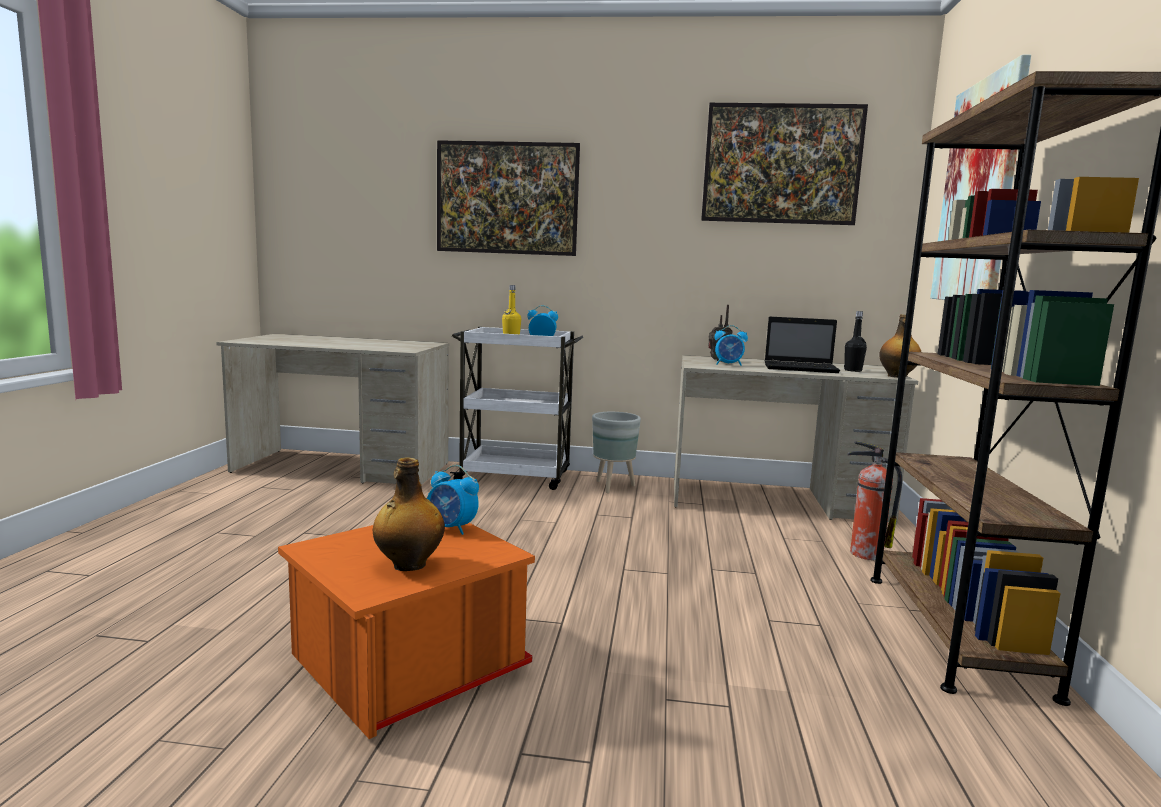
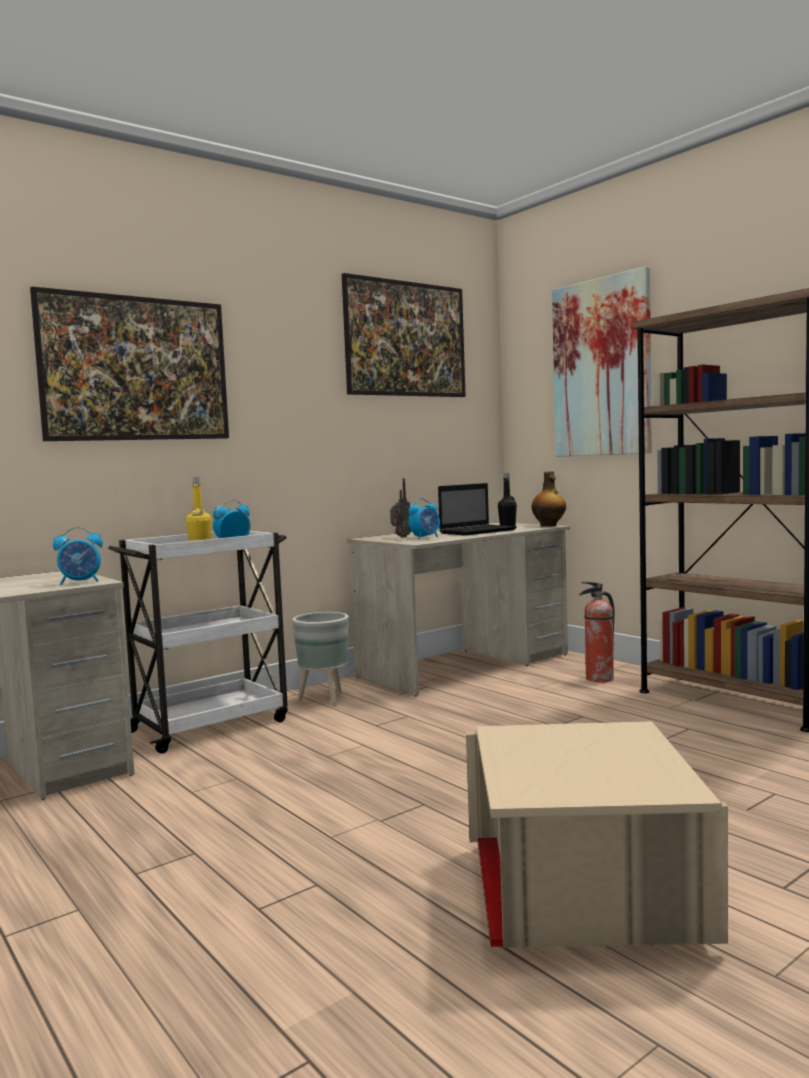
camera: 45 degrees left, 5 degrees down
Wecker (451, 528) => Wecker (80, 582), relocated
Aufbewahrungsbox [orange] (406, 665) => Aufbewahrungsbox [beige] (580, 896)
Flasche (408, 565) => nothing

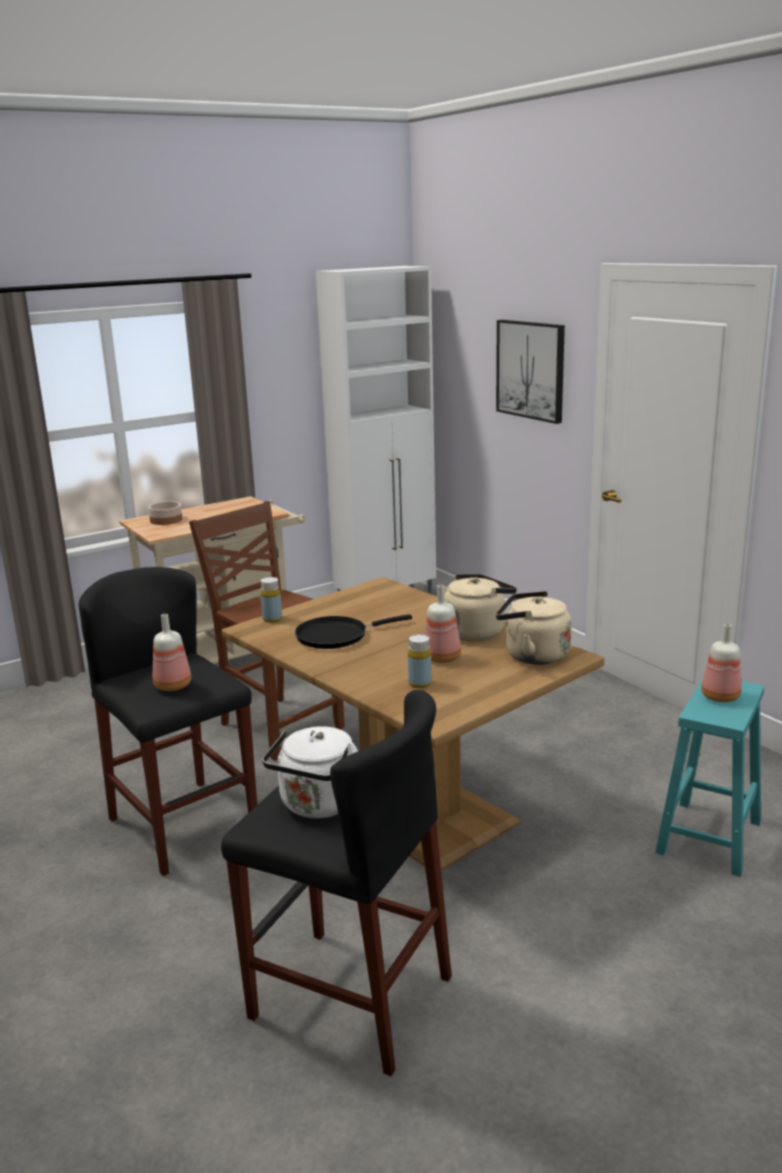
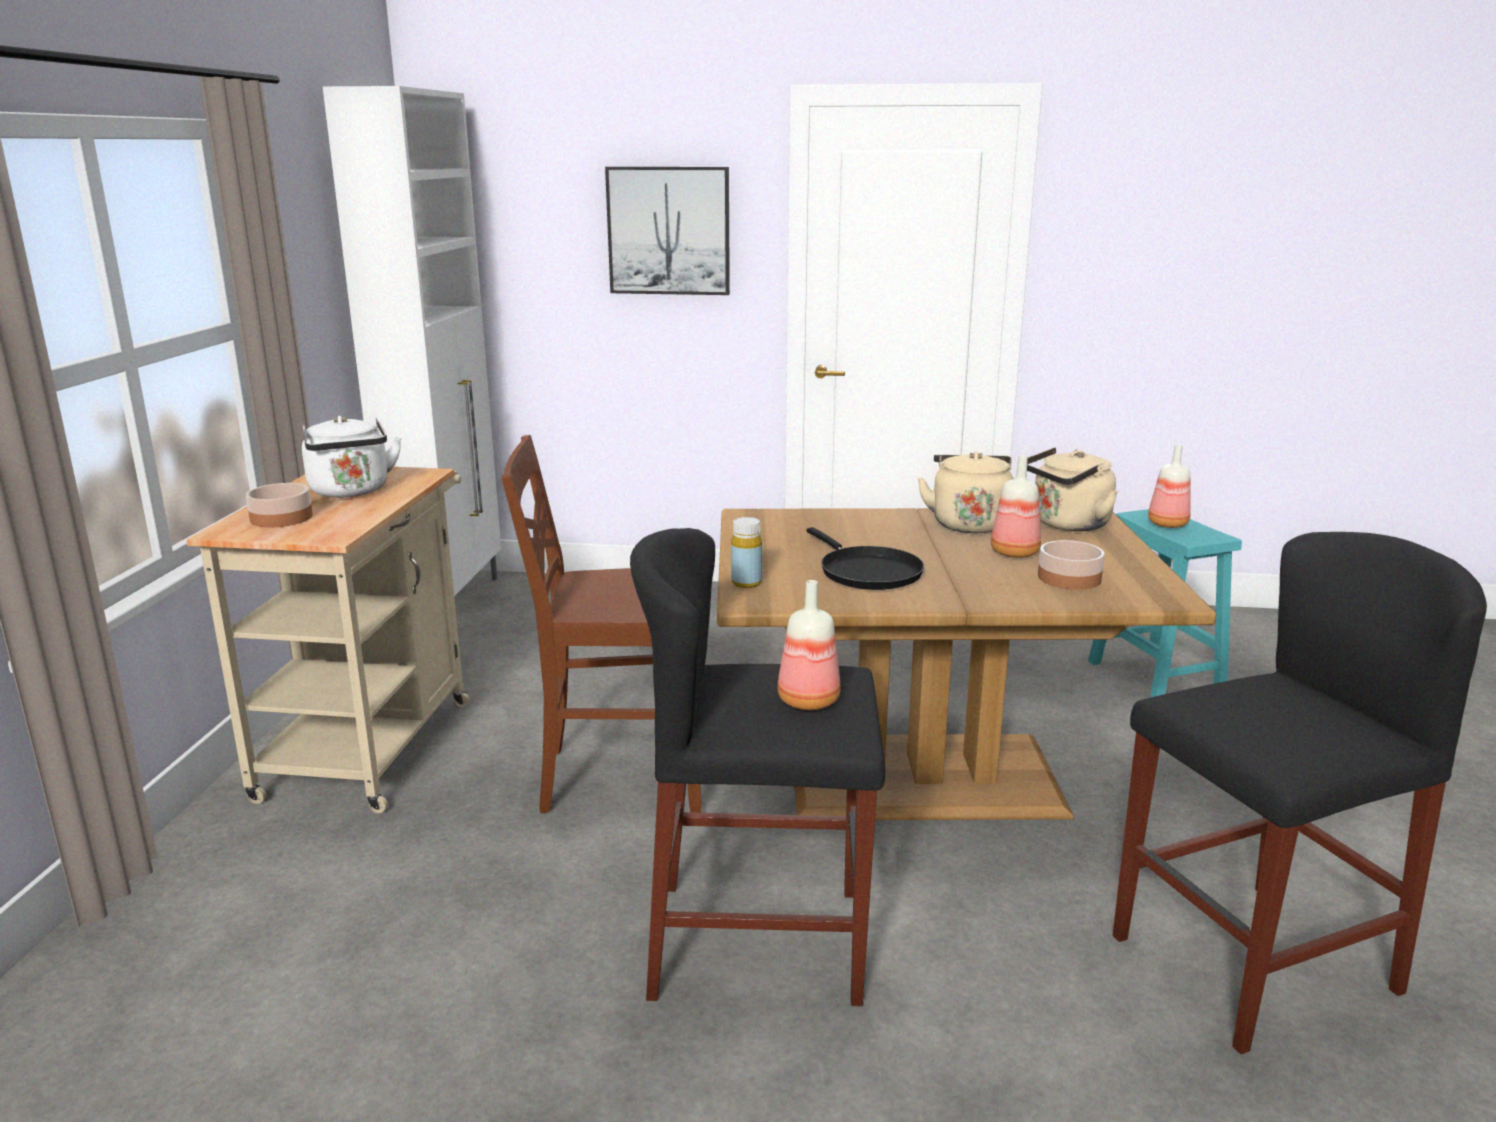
camera: 50 degrees left, 0 degrees up
Wasserkessel [weiß] (319, 806) => Wasserkessel [weiß] (351, 492), relocated
Pfanne [schwarz] (336, 636) => Pfanne [schwarz] (866, 572), 45 degrees counterclockwise
Flasche [gelb] (420, 683) => Schüssel (1068, 578)

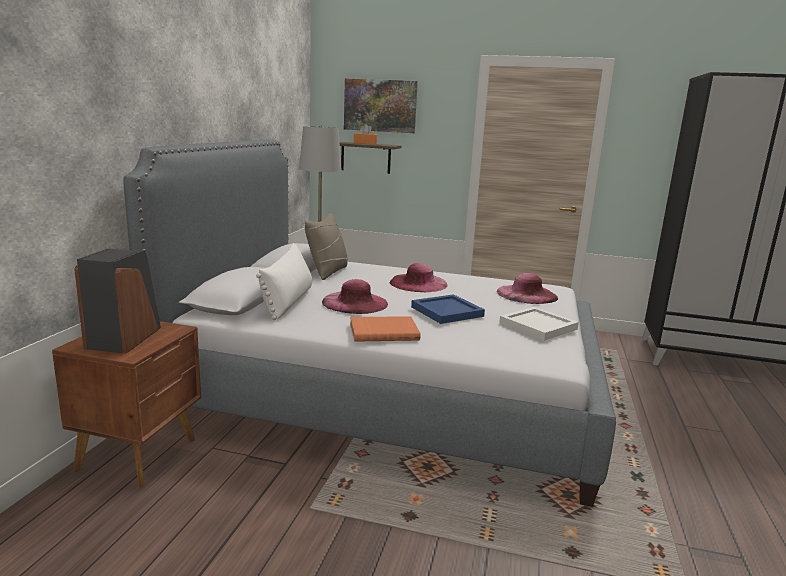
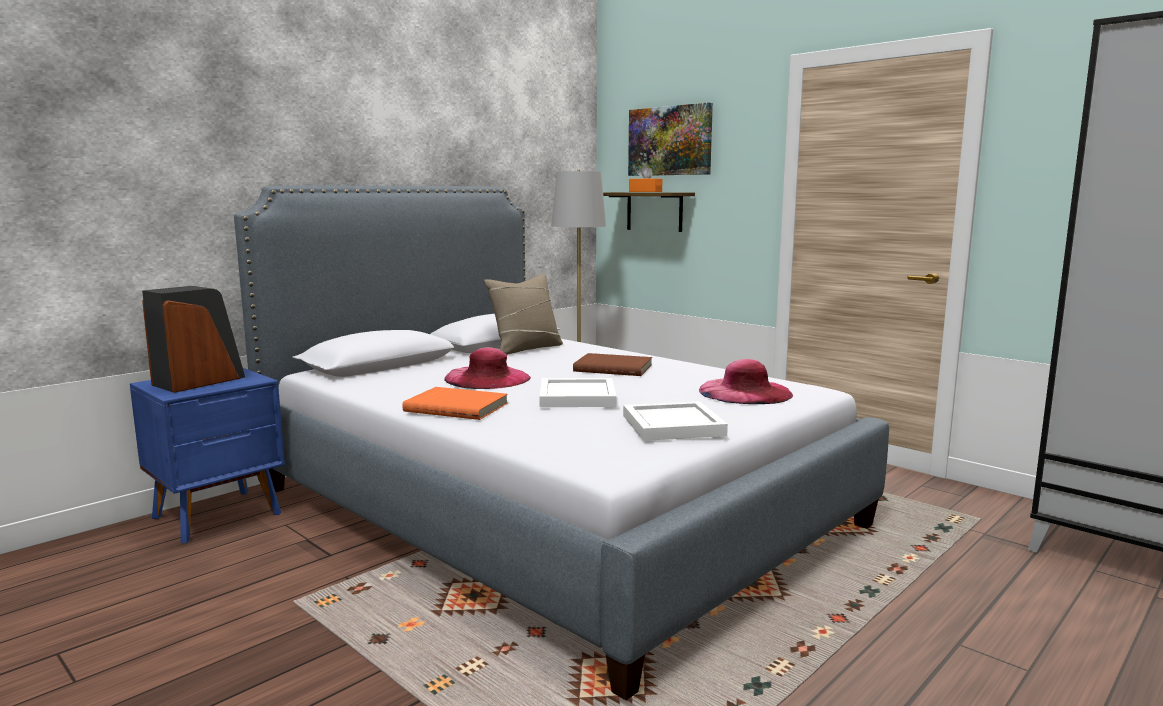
camera: 30 degrees right, 5 degrees down
Nachttisch [braun] (140, 454) => Nachttisch [blau] (219, 516)
Tablett [blau] (447, 311) => Tablett [weiß] (578, 396)
Hut [rosa] (418, 283) => Buch [braun] (613, 368)
Kissen [weiß] (288, 302) => nothing

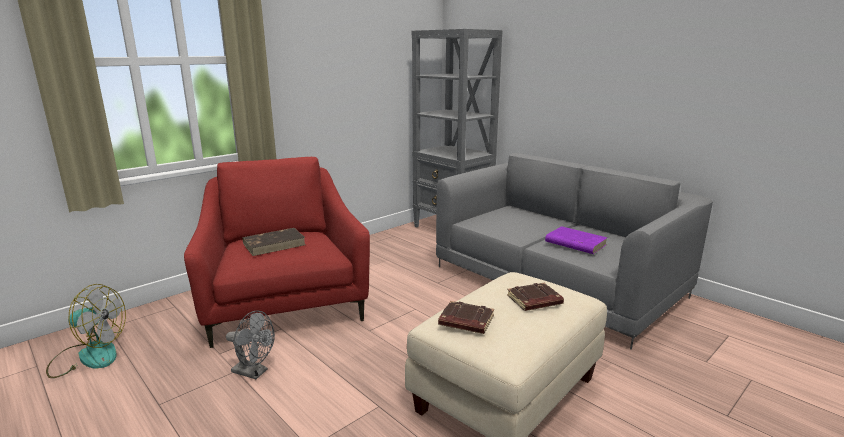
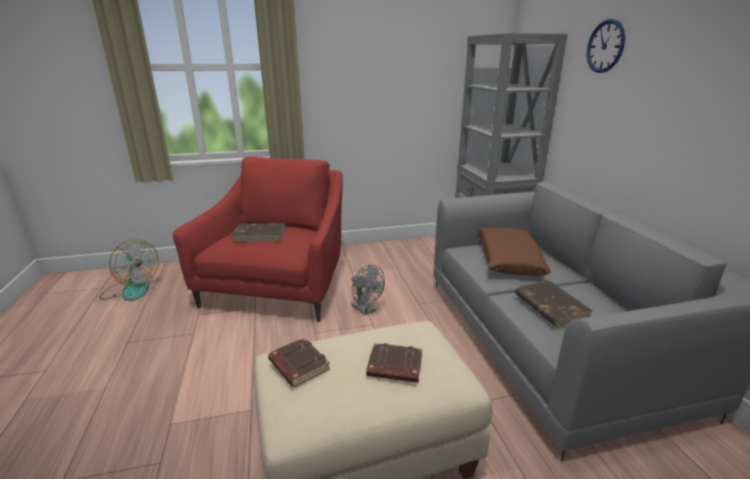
camera: 30 degrees right, 5 degrees up
Ventilator [grau] (254, 372) => Ventilator [grau] (366, 310), relocated
nothing => Kissen [braun] (509, 259)
Buch [lila] (575, 243) => Buch [braun] (550, 306)
nothing => Wanduhr (605, 46)

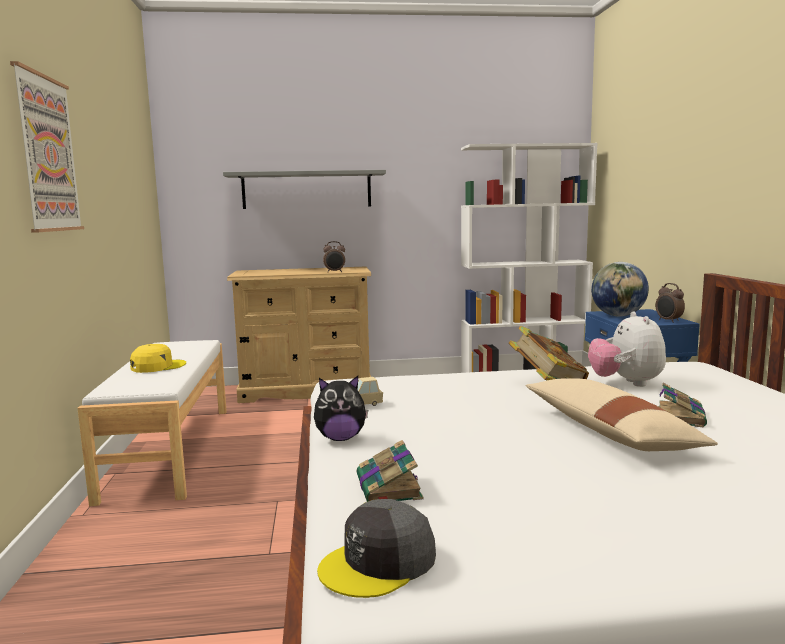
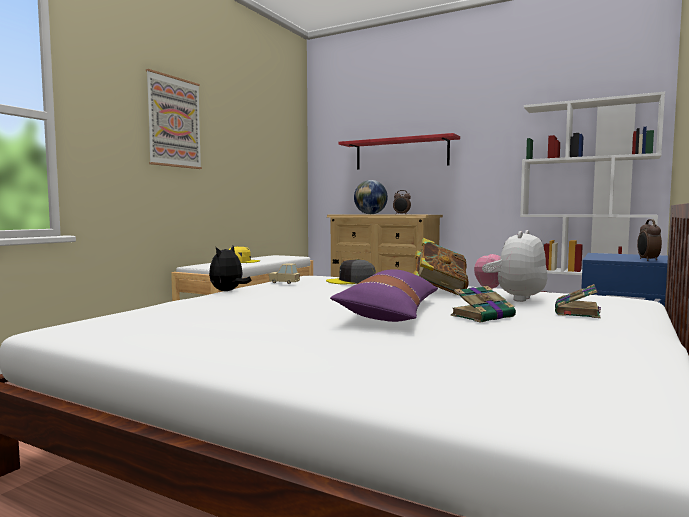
camera: 35 degrees right, 5 degrees down
Plüschtier (340, 438) => Plüschtier (228, 291), 90 degrees clockwise
Kappe [grau] (379, 563) => Kappe [grau] (352, 281), relocated
Kissen [beige] (609, 432) => Kissen [lila] (390, 312)
Wandregal [grau] (307, 190) => Wandregal [rot] (401, 154)
Globus (618, 316) => Globus (370, 214), relocated
Buch (389, 488) => Buch (577, 312), relocated

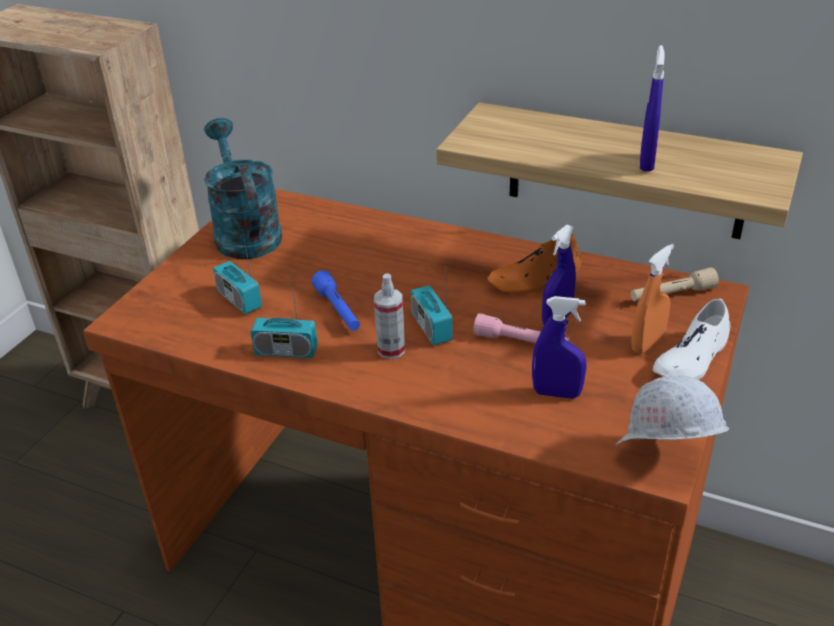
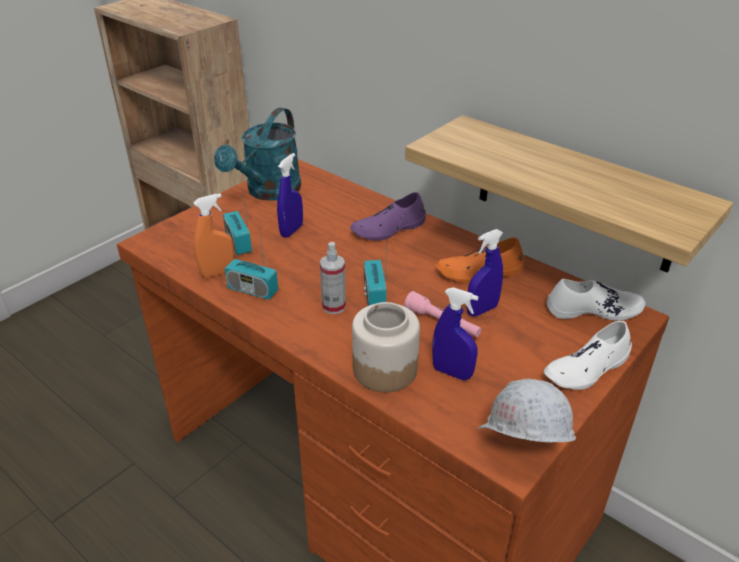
camera: 15 degrees right, 0 degrees up
Sprühflasche [orange] (647, 344) => Sprühflasche [orange] (218, 272), relocated
Gießkanne [türkis] (244, 232) => Gießkanne [türkis] (268, 192), 150 degrees counterclockwise
Sprühflasche [blau] (646, 162) => Sprühflasche [blau] (291, 231), relocated
nothing => Schuh [lila] (388, 229)
nothing => Vorratsglas (384, 369)
Taschenlampe [beige] (672, 295) => Schuh [weiß] (593, 310)
Taschenlampe [blau] (338, 310) => nothing

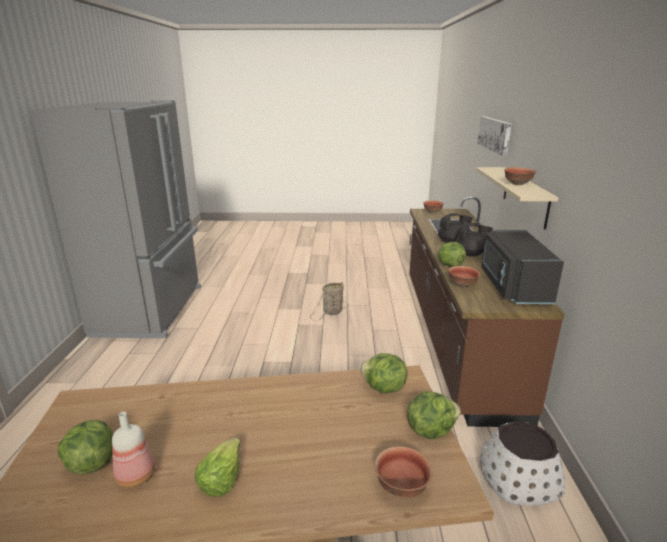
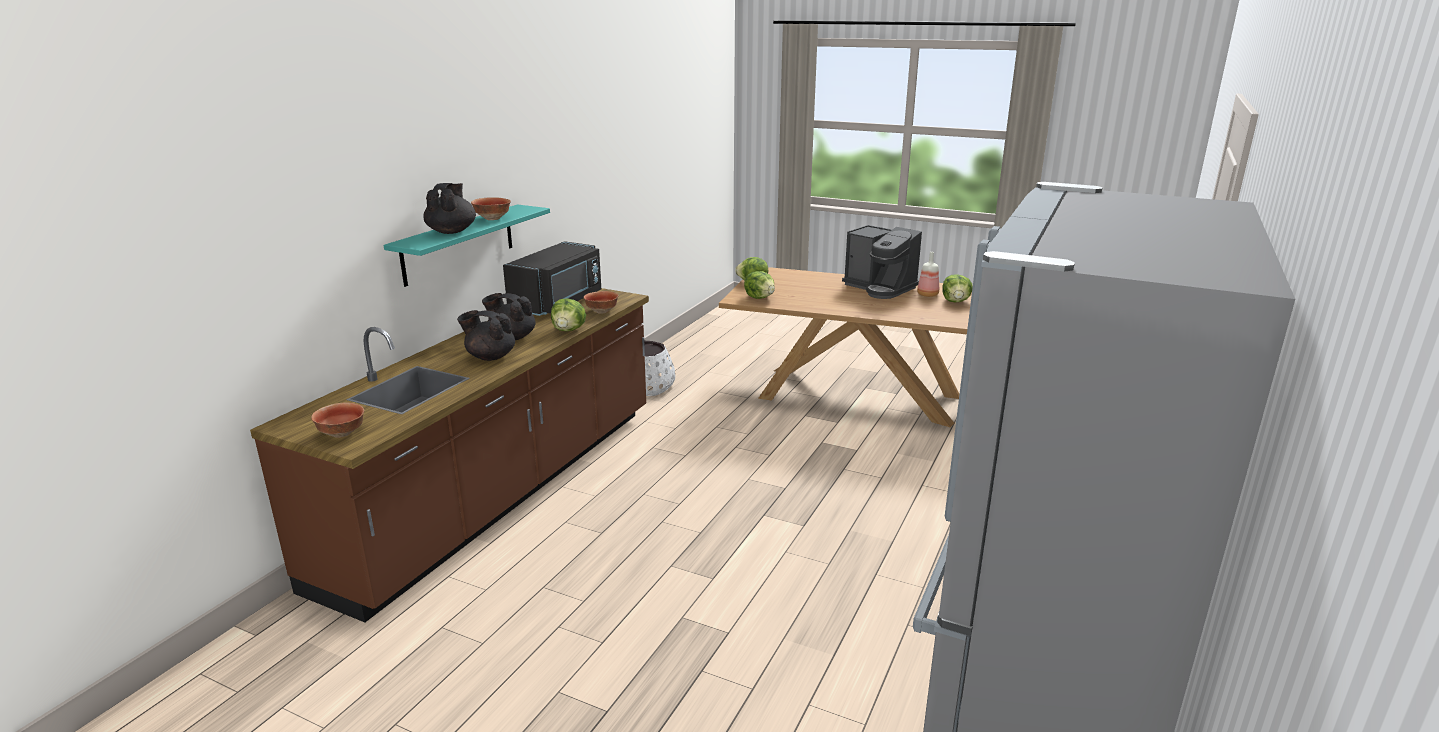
camera: 155 degrees left, 0 degrees up
Wandregal [beige] (525, 196) => Wandregal [türkis] (459, 244)
nothing => Teekanne [schwarz] (452, 231)
Salatkopf (221, 478) => Kaffeemaschine (880, 288)
Korb (331, 313) => nothing
Schüssel (402, 486) => nothing
Bild (494, 134) => nothing

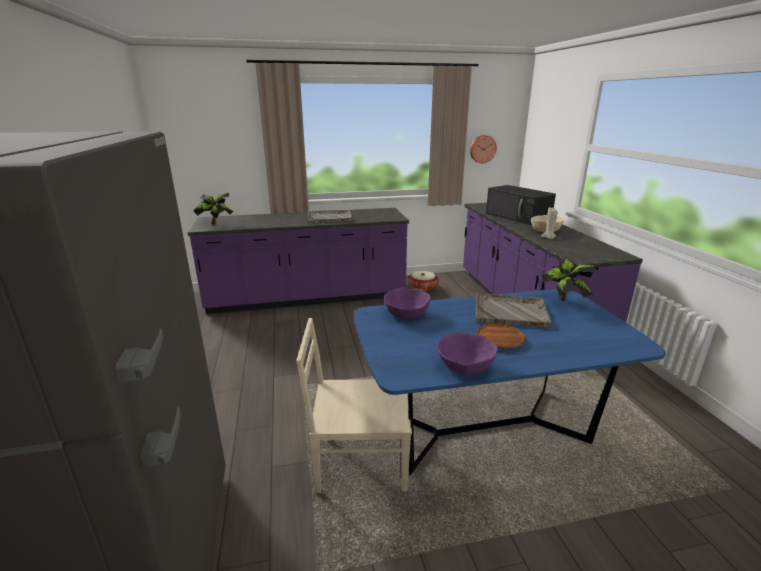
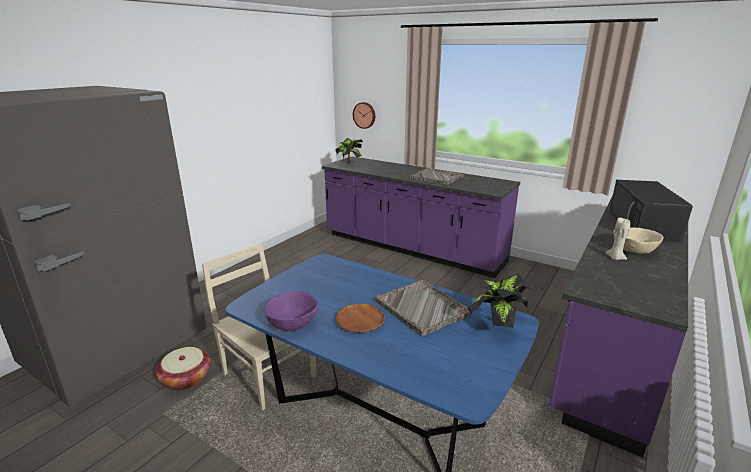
camera: 45 degrees right, 0 degrees up
Korb (422, 288) => Korb (186, 379), relocated
Wanduhr (482, 149) => Wanduhr (364, 115), relocated
Schüssel [lila] (406, 314) => nothing

